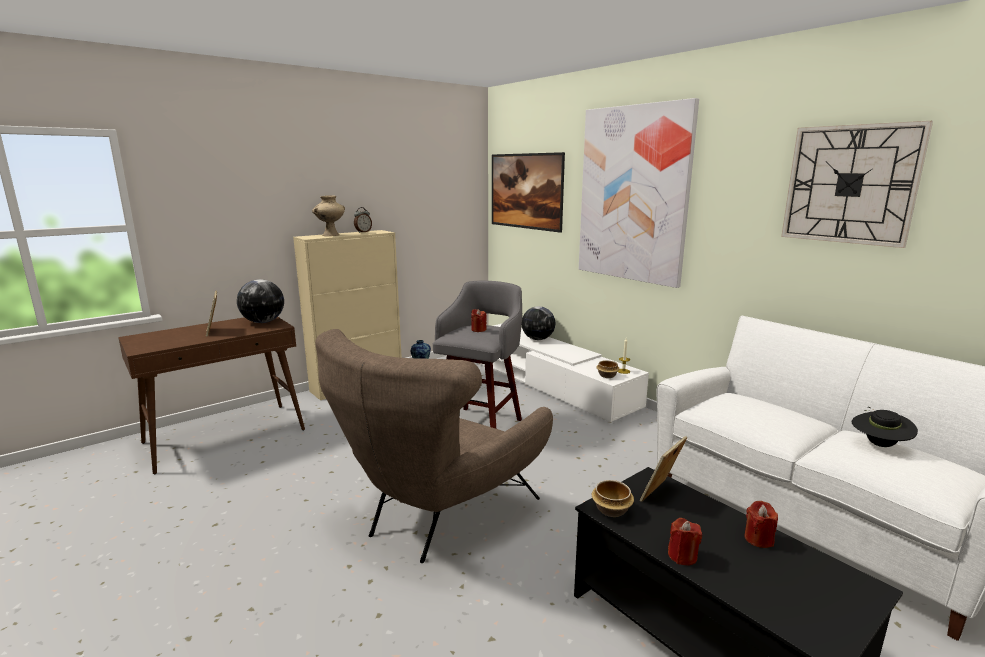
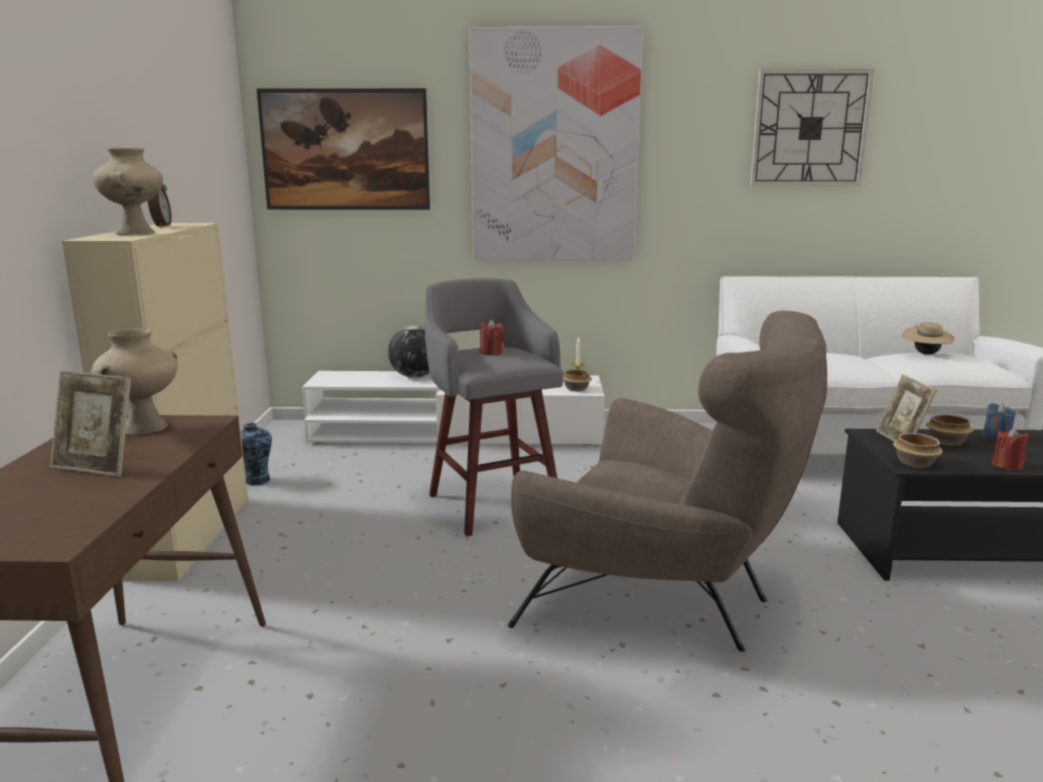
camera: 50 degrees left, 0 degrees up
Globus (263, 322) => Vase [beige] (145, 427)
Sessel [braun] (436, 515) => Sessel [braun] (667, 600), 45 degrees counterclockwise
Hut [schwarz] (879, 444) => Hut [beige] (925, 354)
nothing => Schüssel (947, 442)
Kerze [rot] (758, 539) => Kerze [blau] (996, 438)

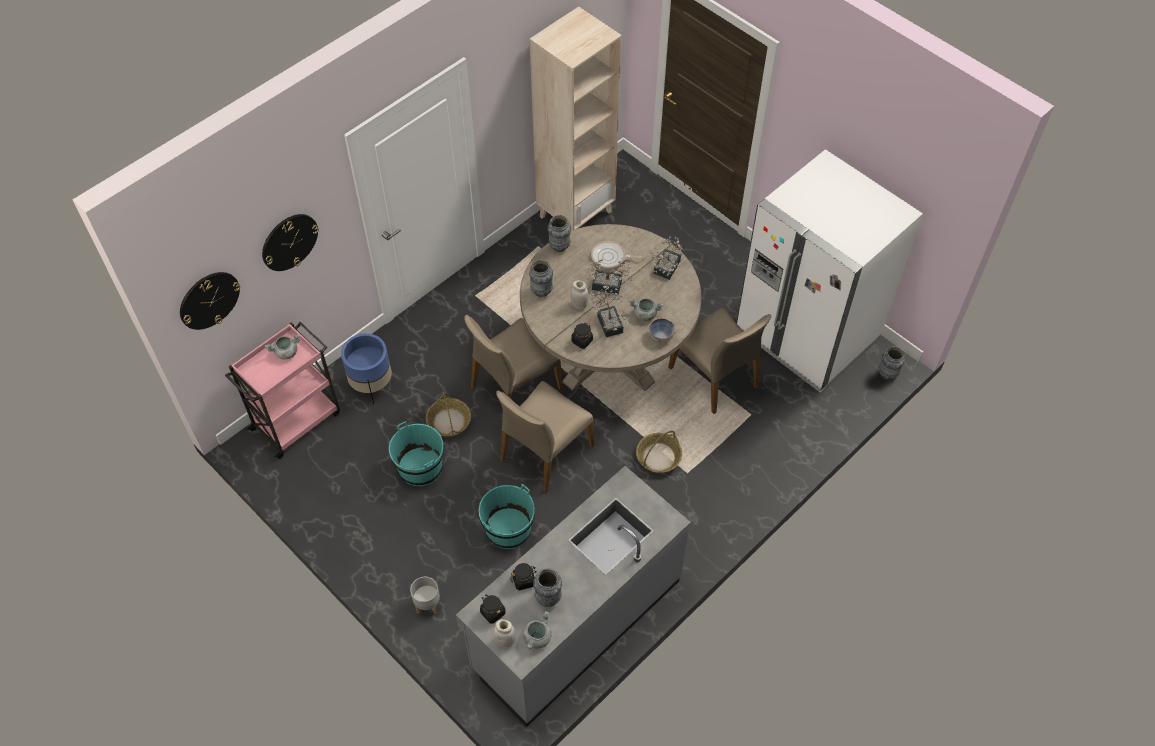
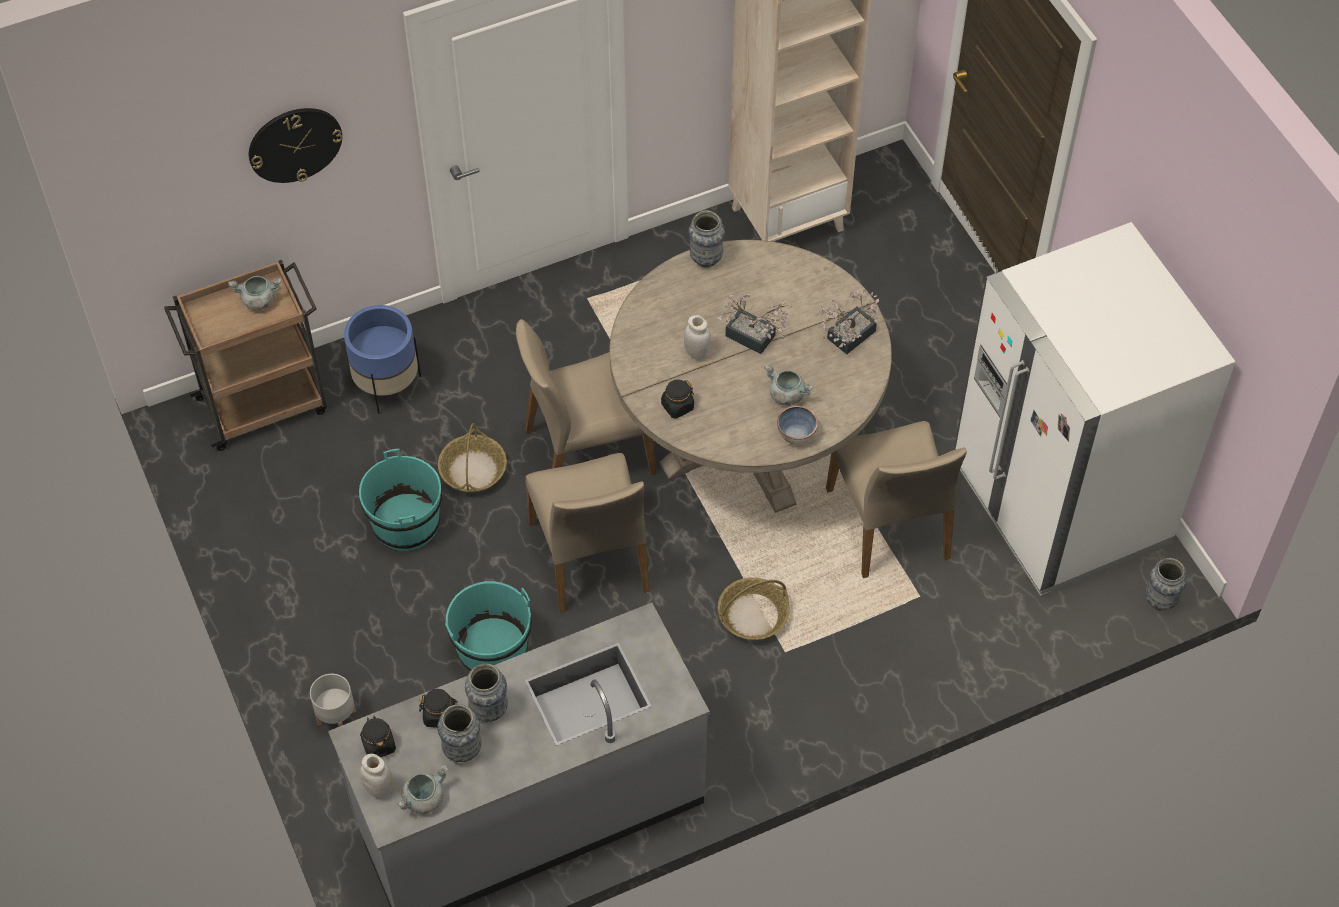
camera: 20 degrees right, 0 degrees up
Rollwagen [rosa] (297, 420) => Rollwagen [braun] (265, 404)
Vase (541, 291) => Vase (489, 710), relocated
Stuhl [beige] (545, 452) => Stuhl [beige] (591, 557), 75 degrees counterclockwise
Wanduhr (209, 300) => nothing
Topfpflanze (609, 321) => nothing
Pfanne (610, 257) => nothing

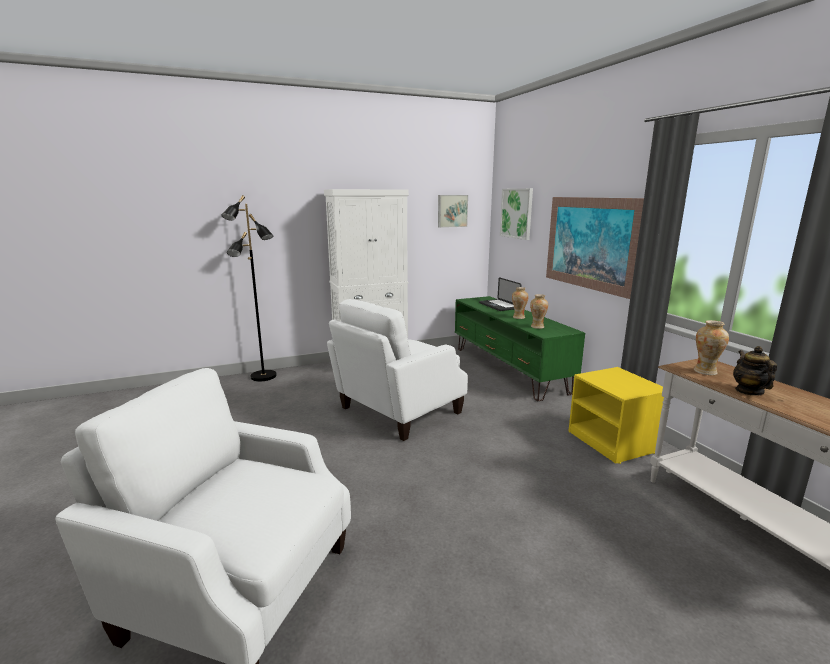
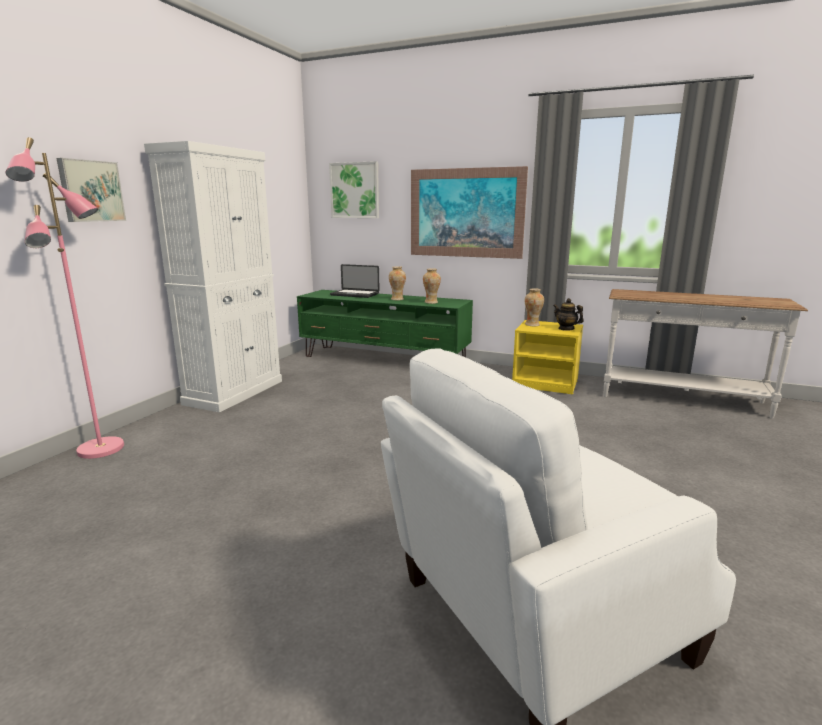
camera: 45 degrees left, 0 degrees up
Stehlampe [schwarz] (263, 377) => Stehlampe [rosa] (102, 449)
Bild (452, 211) => Bild (91, 191), relocated
Vase (705, 371) => Vase (532, 325), relocated
Teekanne (749, 391) => Teekanne (566, 329), relocated
Sessel [weiß] (397, 411) => nothing

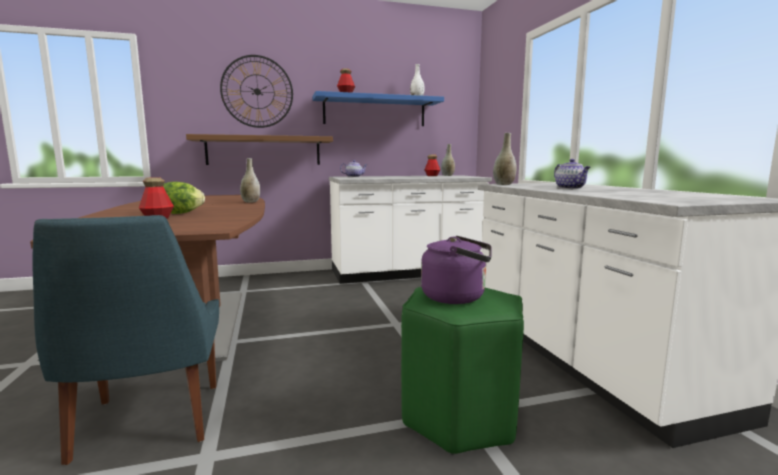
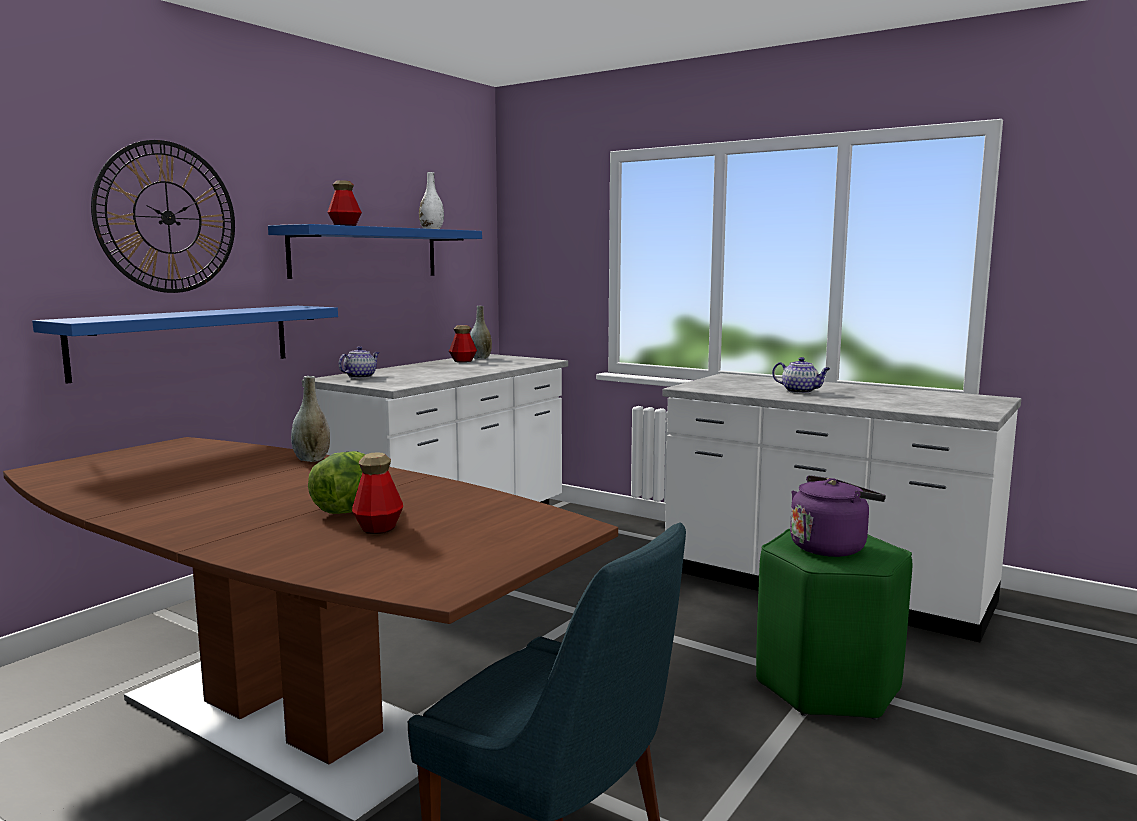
camera: 40 degrees left, 0 degrees up
Wandregal [braun] (264, 151) => Wandregal [blau] (184, 340)
Vase [grau] (503, 184) => nothing

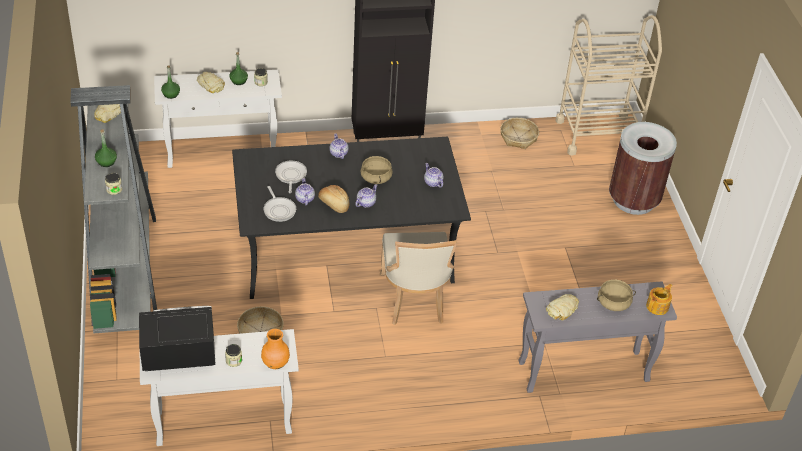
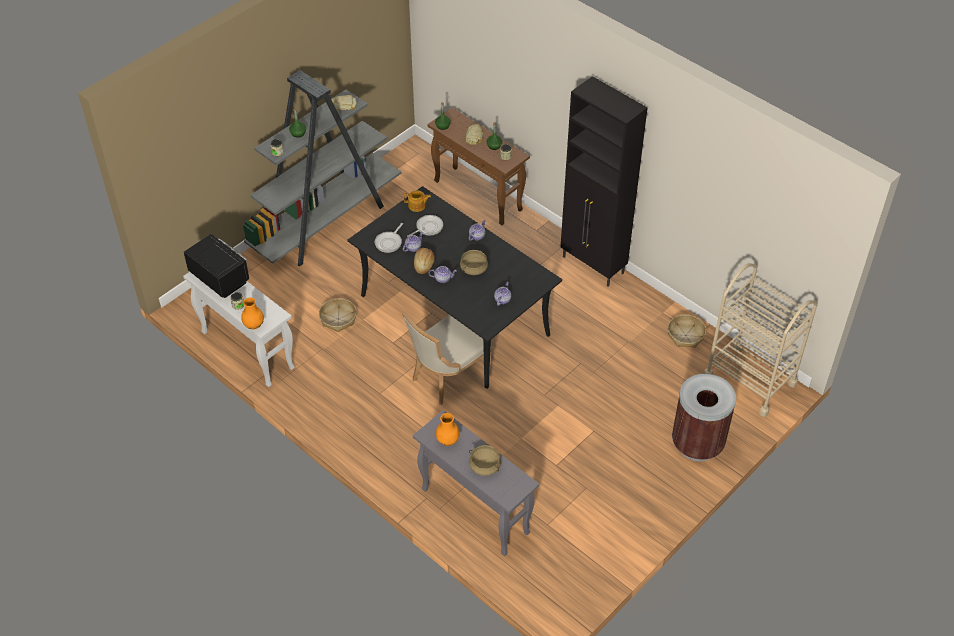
camera: 55 degrees right, 5 degrees up
Teekanne (658, 306) => Teekanne (417, 206), relocated
Konsolentisch [weiß] (222, 153) => Konsolentisch [braun] (478, 196)
Brot (562, 309) => Vase [orange] (447, 440)

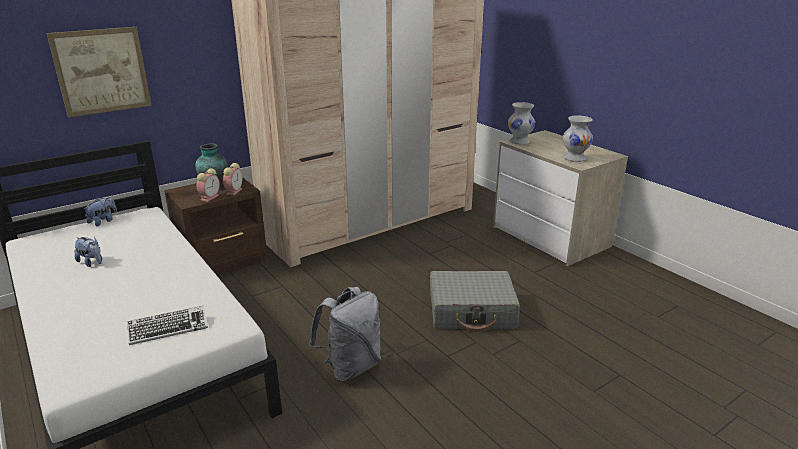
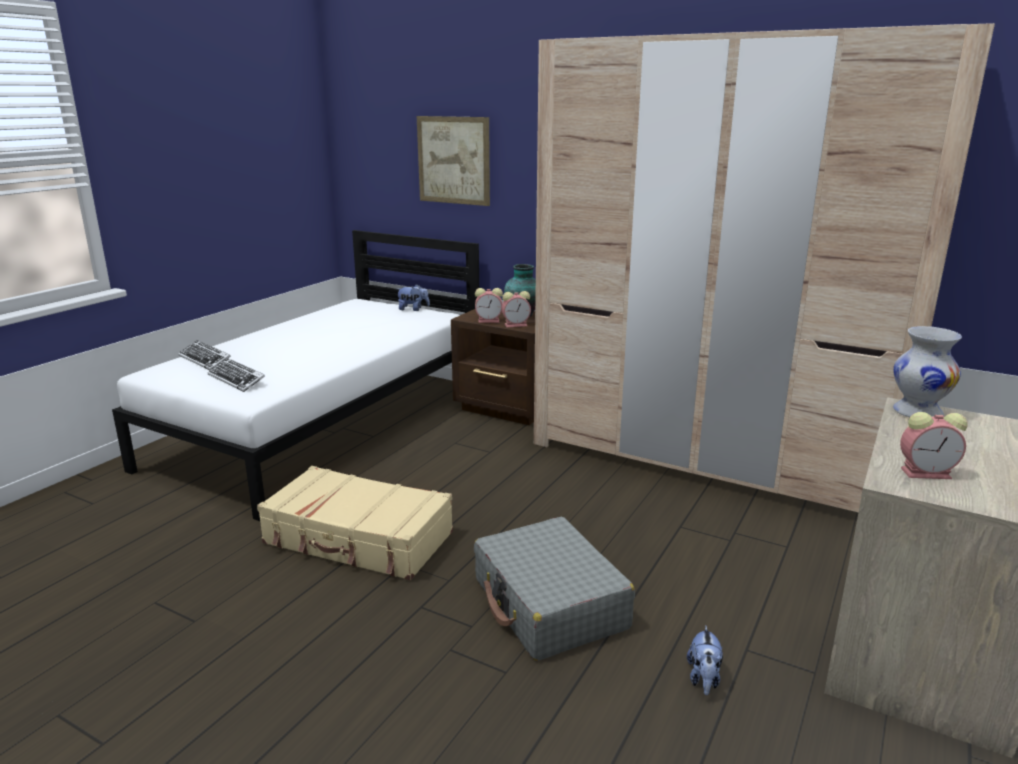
camera: 65 degrees right, 5 degrees down
nothing => Tastatur (205, 360)
Rucksack [grau] (351, 367) => Koffer [beige] (358, 539)
Plüschtier (92, 262) => Plüschtier (703, 679), relocated
Vase [weiß] (574, 158) => Wecker (927, 473)

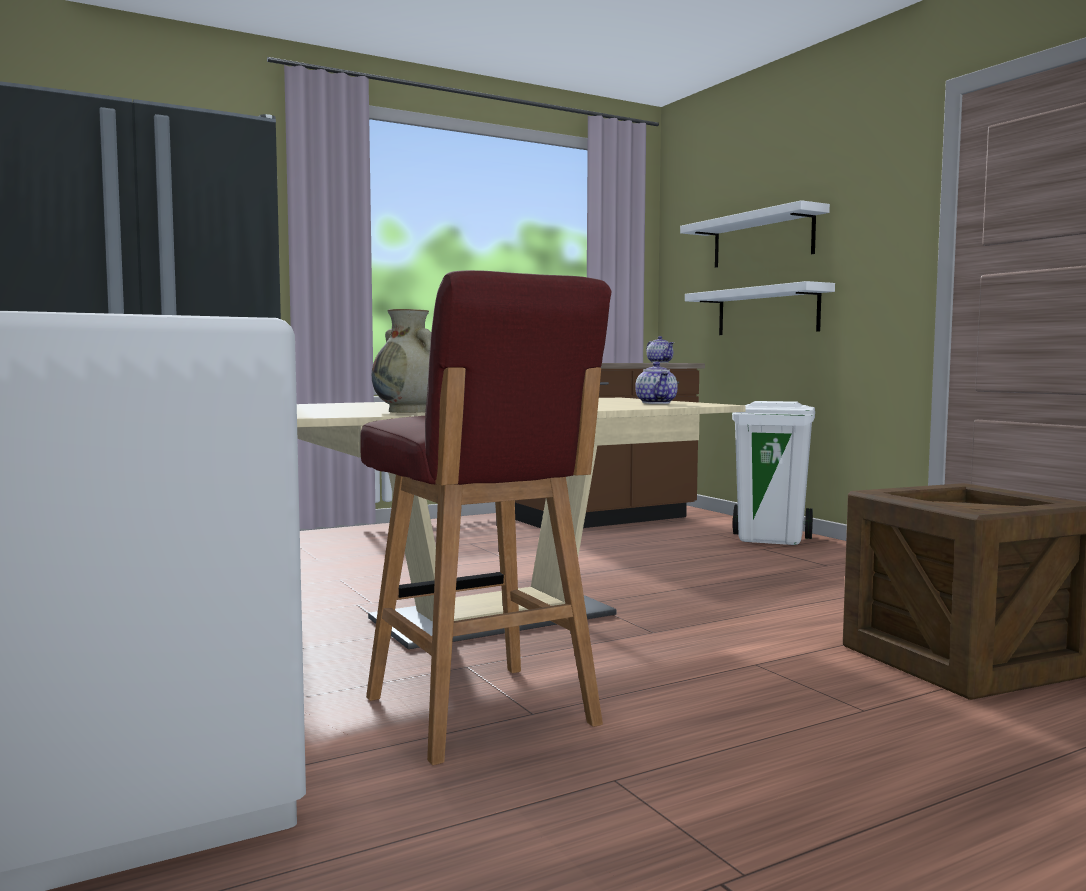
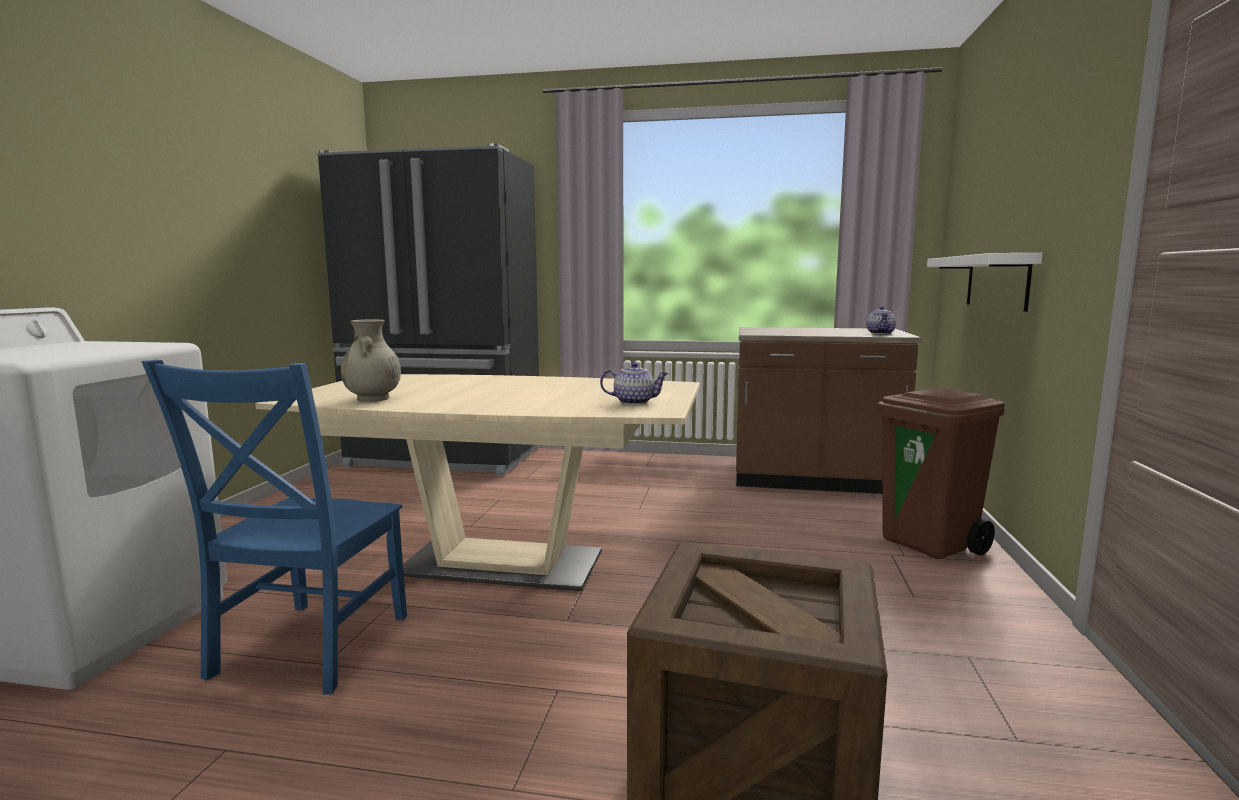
camera: 40 degrees right, 5 degrees up
Hocker [rot] (482, 713) => Stuhl [blau] (306, 649)
Teekanne (657, 403) => Teekanne (634, 402), 120 degrees counterclockwise
Mülleimer [weiß] (772, 539) => Mülleimer [braun] (930, 544)
Wandregal [weiß] (762, 239) => nothing

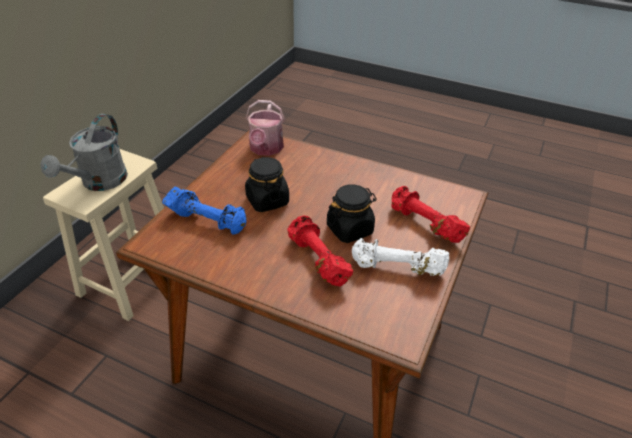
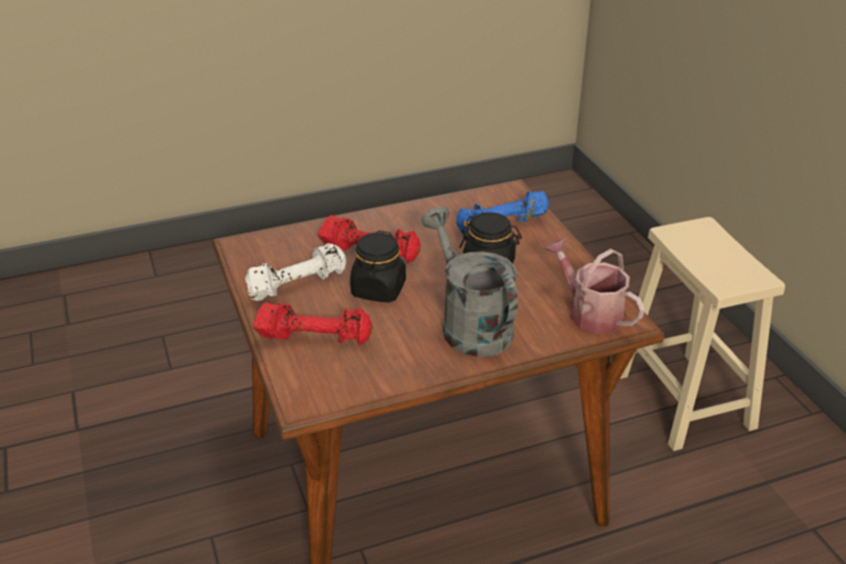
camera: 135 degrees right, 5 degrees down
Gießkanne [grau] (99, 183) => Gießkanne [grau] (469, 324), relocated

